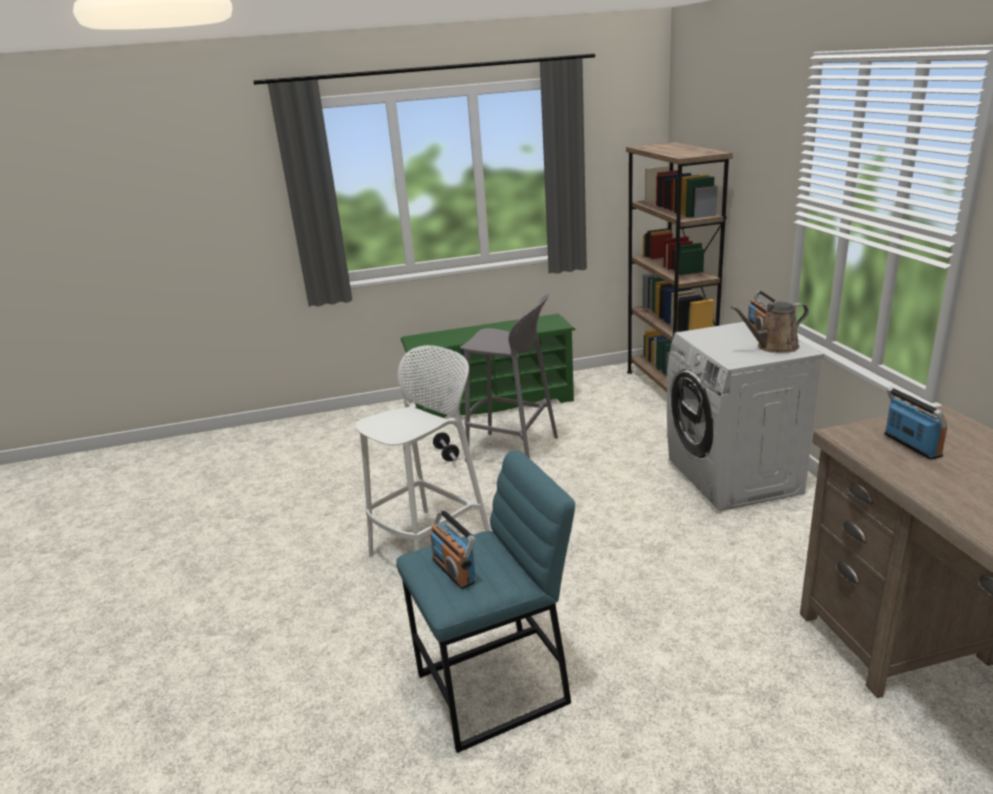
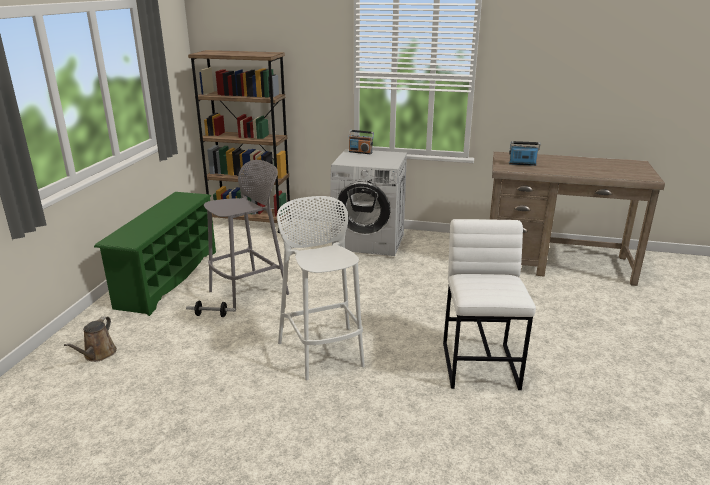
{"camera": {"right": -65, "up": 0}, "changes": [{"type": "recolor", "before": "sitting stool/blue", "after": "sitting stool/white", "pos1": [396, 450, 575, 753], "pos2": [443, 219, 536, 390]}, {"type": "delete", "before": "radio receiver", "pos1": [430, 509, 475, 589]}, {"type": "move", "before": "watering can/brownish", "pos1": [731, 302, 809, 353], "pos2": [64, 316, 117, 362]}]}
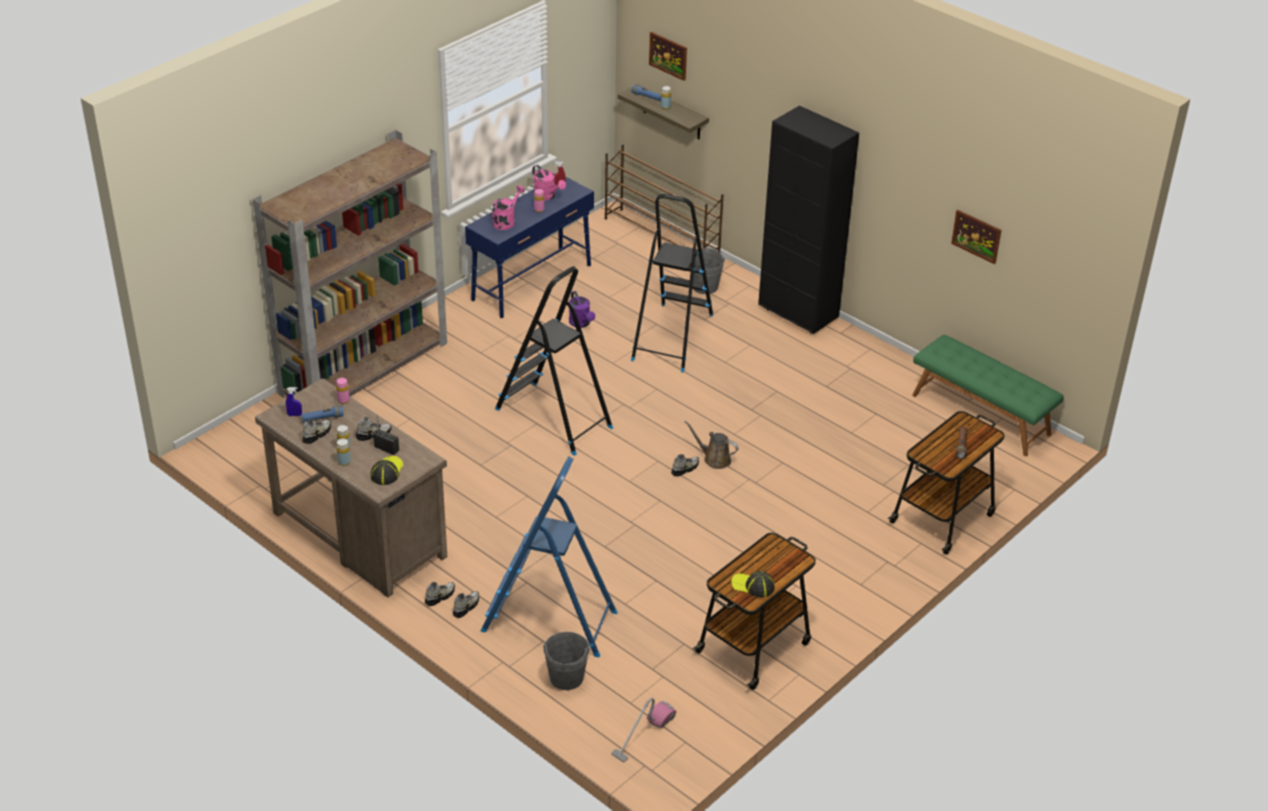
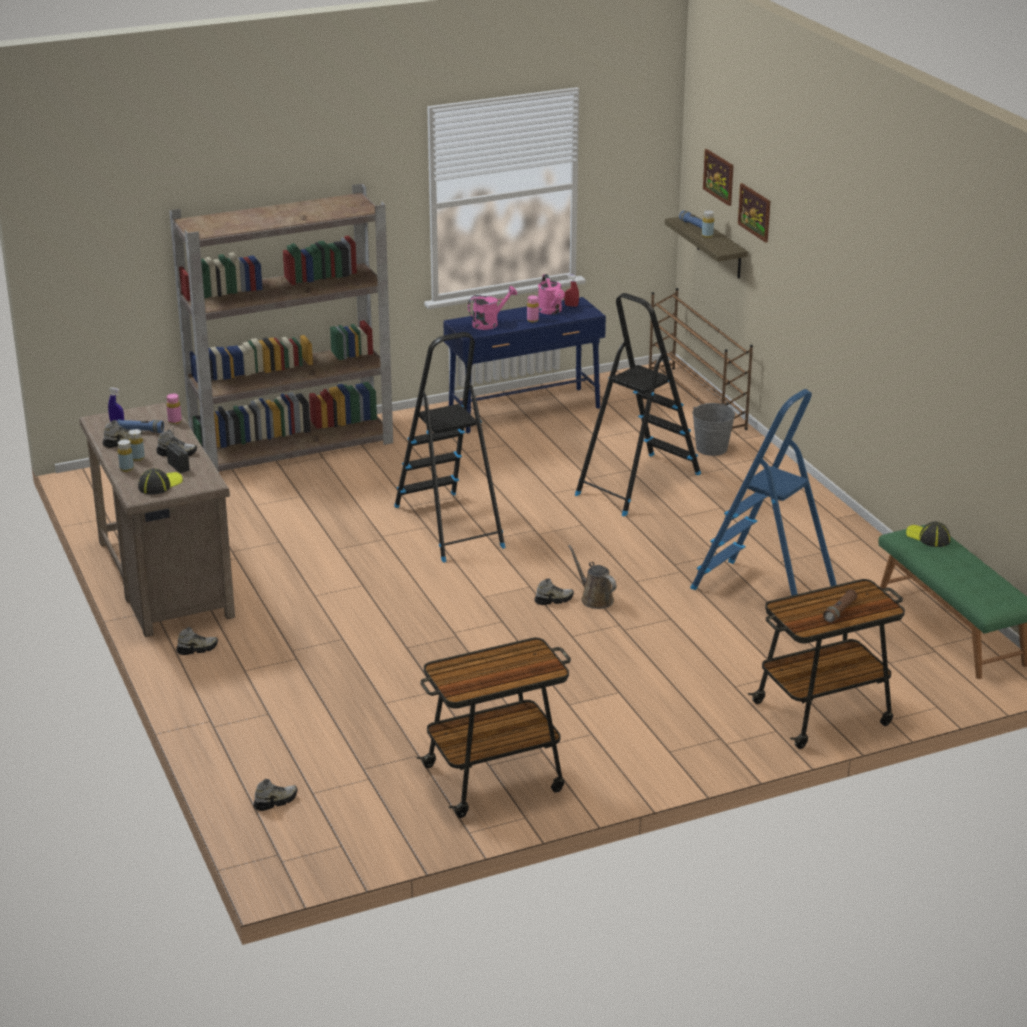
{"camera": {"right": 25, "up": -10}, "changes": [{"type": "move", "before": "item of footwear", "pos1": [453, 591, 479, 618], "pos2": [253, 779, 297, 811]}, {"type": "move", "before": "stepladder/blue", "pos1": [480, 456, 618, 657], "pos2": [690, 389, 837, 596]}, {"type": "delete", "before": "pail/gray", "pos1": [543, 632, 590, 690]}, {"type": "delete", "before": "watering can/purplish", "pos1": [569, 291, 595, 328]}, {"type": "delete", "before": "hoover", "pos1": [611, 698, 676, 762]}, {"type": "move", "before": "cap", "pos1": [732, 571, 775, 597], "pos2": [906, 522, 951, 547]}, {"type": "delete", "before": "cupboard/black-coloured", "pos1": [758, 105, 859, 334]}, {"type": "move", "before": "wall picture", "pos1": [951, 210, 1001, 264], "pos2": [738, 183, 770, 243]}]}
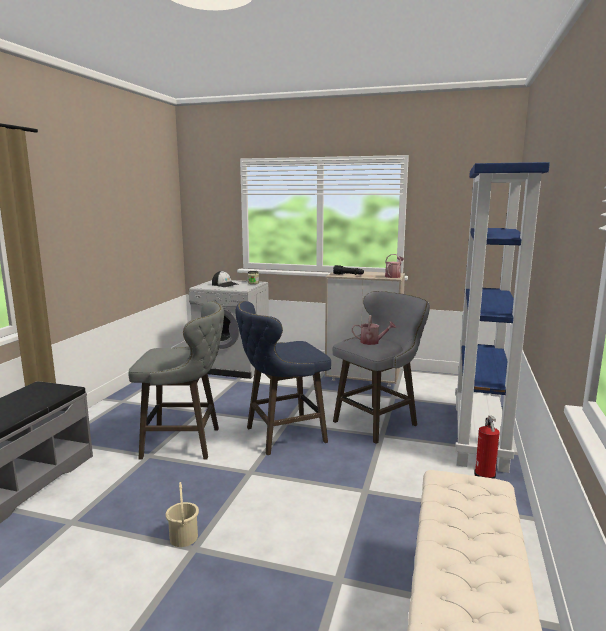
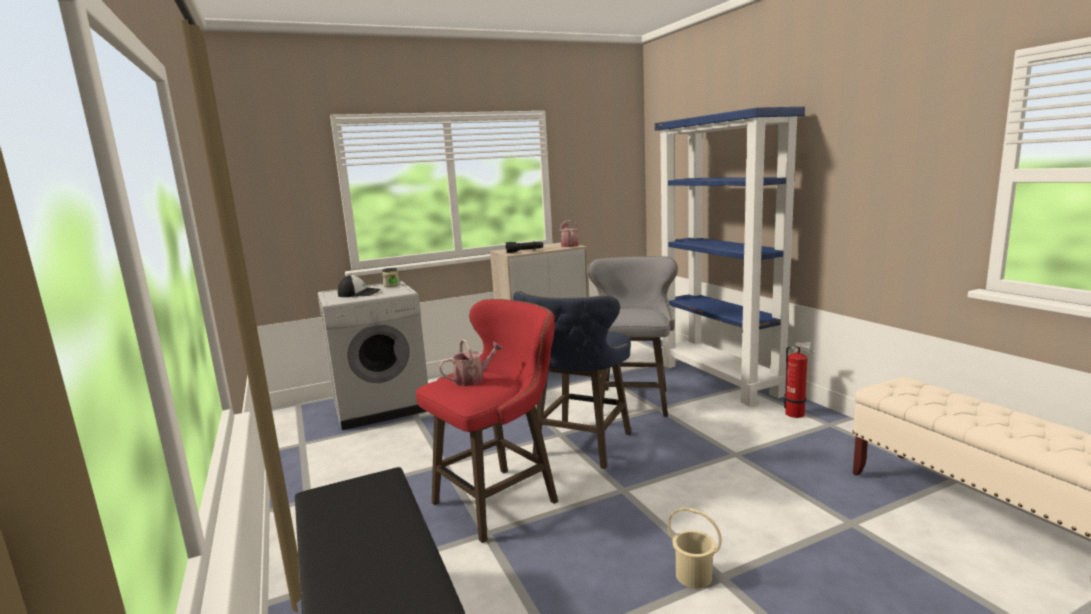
{"camera": {"right": -40, "up": 0}, "changes": [{"type": "recolor", "before": "sitting stool/gray", "after": "sitting stool/red", "pos1": [128, 301, 224, 459], "pos2": [416, 299, 558, 543]}, {"type": "move", "before": "watering can", "pos1": [352, 315, 396, 345], "pos2": [439, 339, 503, 386]}]}
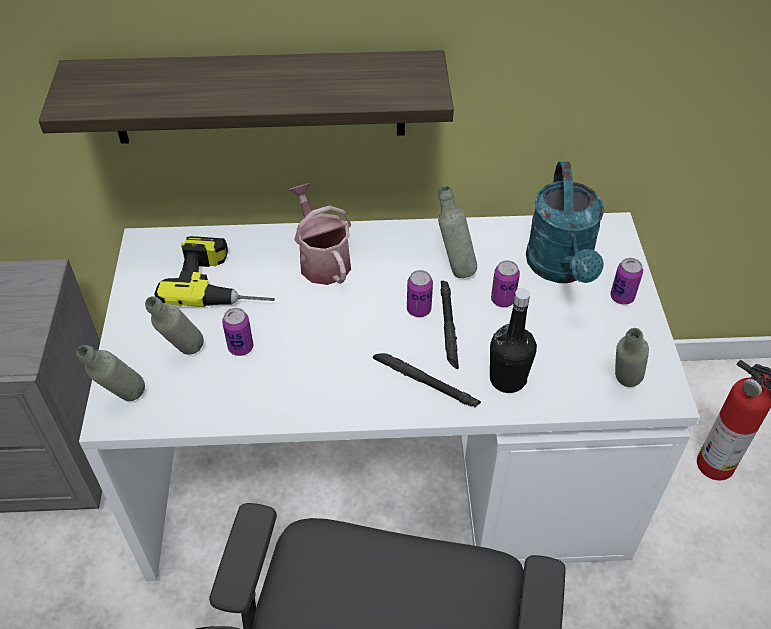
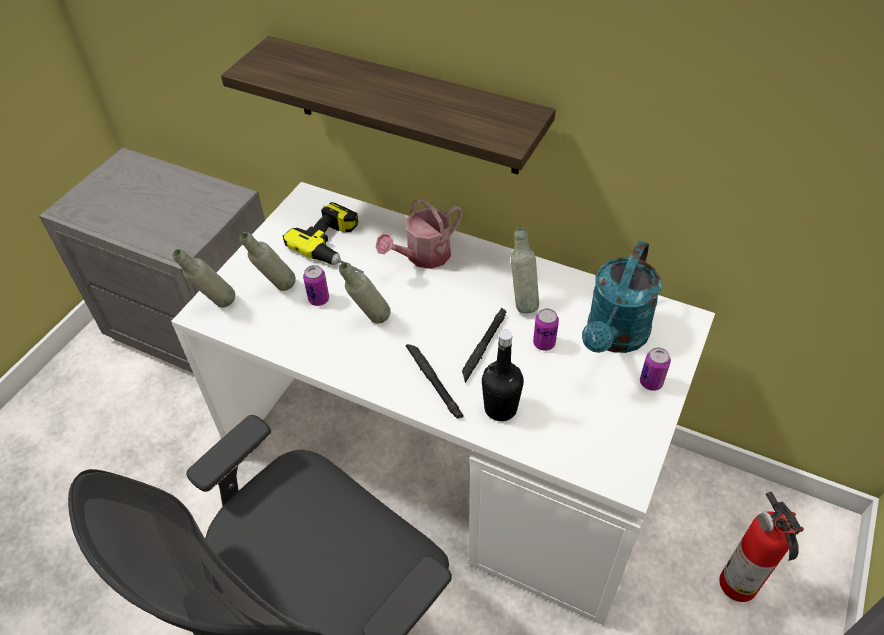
{"camera": {"right": 30, "up": 0}, "changes": [{"type": "rotate", "before": "watering can", "pos1": [289, 183, 351, 285], "pos2": [376, 199, 462, 269], "turn": -135}, {"type": "delete", "before": "metal can", "pos1": [407, 270, 433, 317]}, {"type": "move", "before": "bottle/gray", "pos1": [615, 328, 649, 387], "pos2": [339, 262, 391, 323]}]}
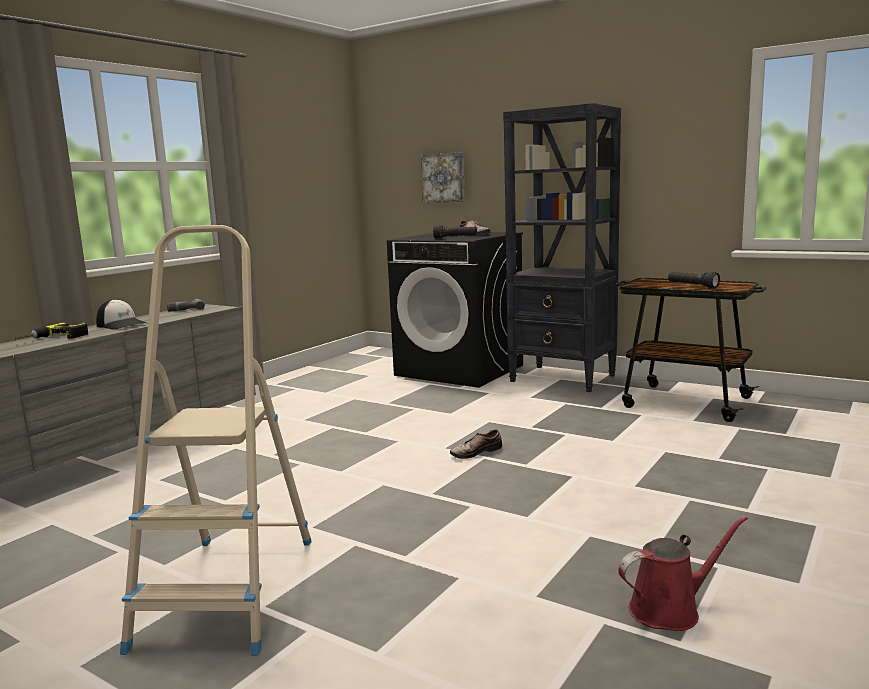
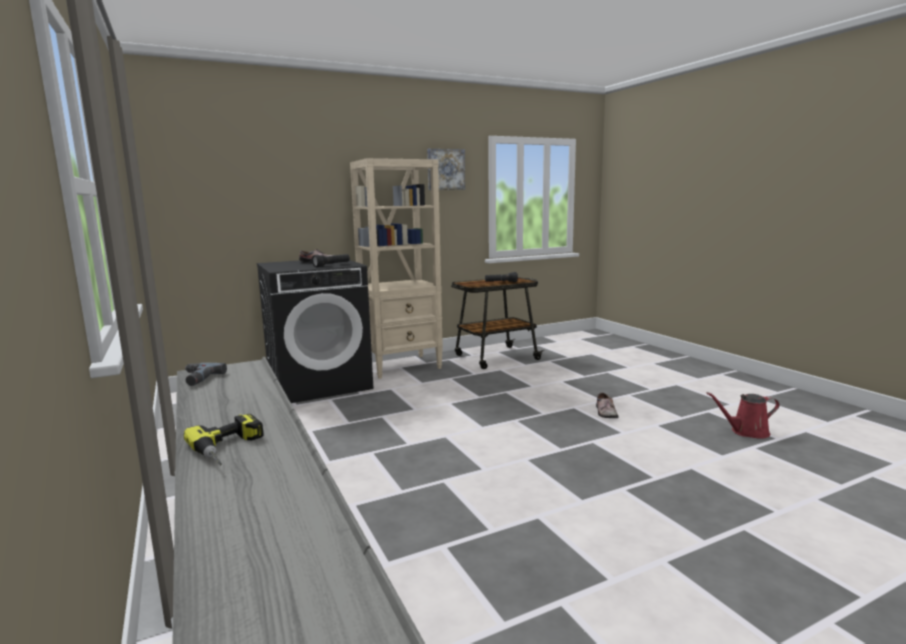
{"camera": {"right": -60, "up": 0}, "changes": [{"type": "delete", "before": "cap", "pos1": [96, 299, 147, 330]}, {"type": "delete", "before": "stepladder/beige", "pos1": [120, 225, 312, 656]}, {"type": "move", "before": "wall picture", "pos1": [421, 152, 465, 203], "pos2": [427, 149, 465, 190]}, {"type": "move", "before": "item of footwear", "pos1": [450, 429, 502, 459], "pos2": [596, 393, 619, 418]}, {"type": "recolor", "before": "bookcase/black-coloured", "after": "bookcase/beige", "pos1": [503, 103, 621, 392], "pos2": [350, 158, 443, 379]}, {"type": "rotate", "before": "watering can/red", "pos1": [618, 516, 748, 631], "pos2": [707, 392, 780, 439], "turn": -105}]}
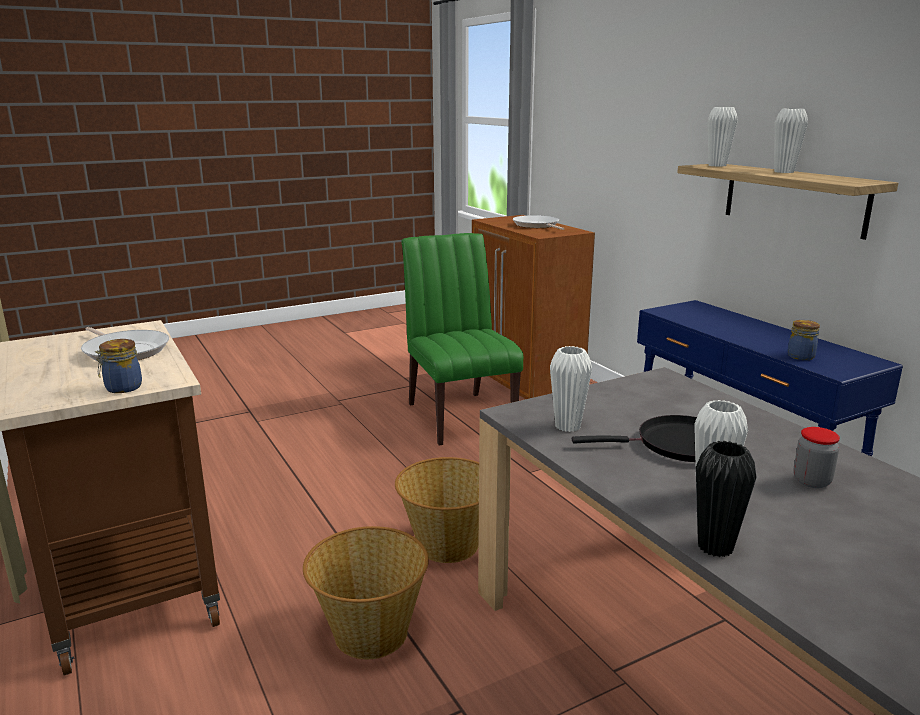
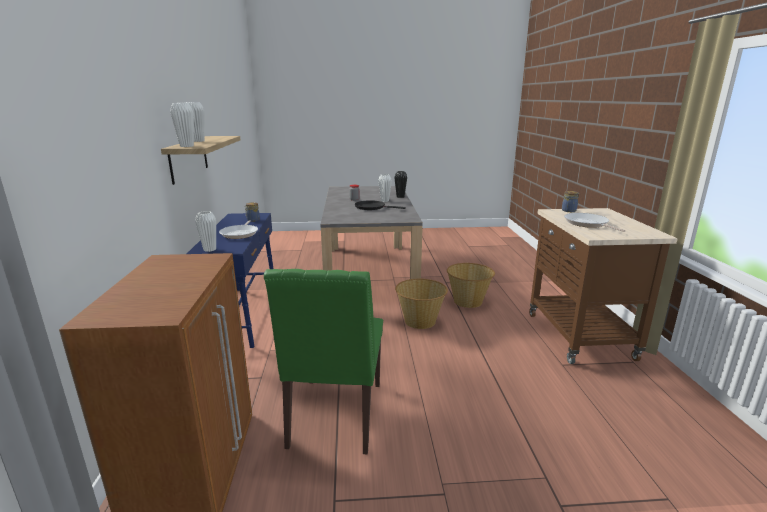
{"camera": {"right": -155, "up": 0}, "changes": [{"type": "move", "before": "skillet", "pos1": [513, 215, 565, 230], "pos2": [219, 220, 258, 239]}, {"type": "move", "before": "flower vase/white", "pos1": [550, 346, 592, 432], "pos2": [195, 211, 216, 252]}]}
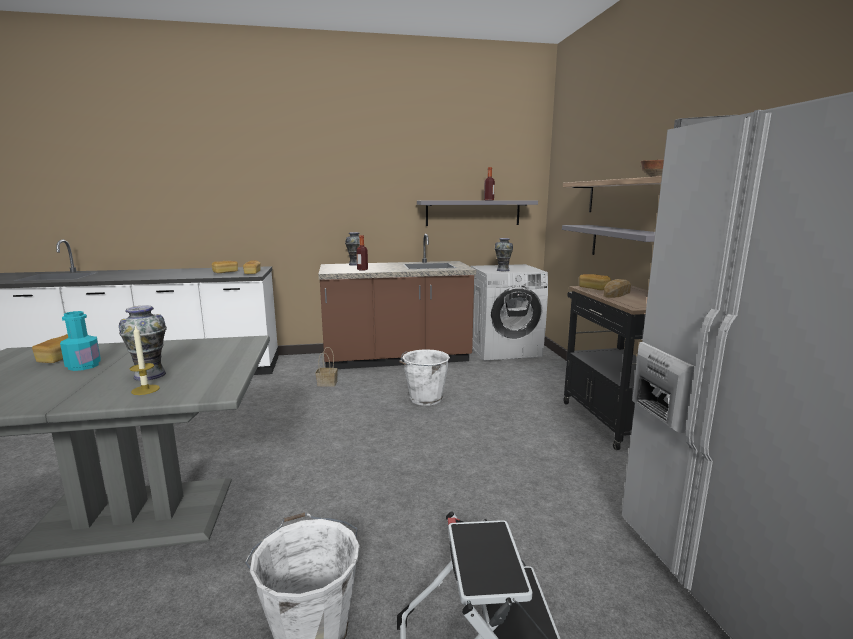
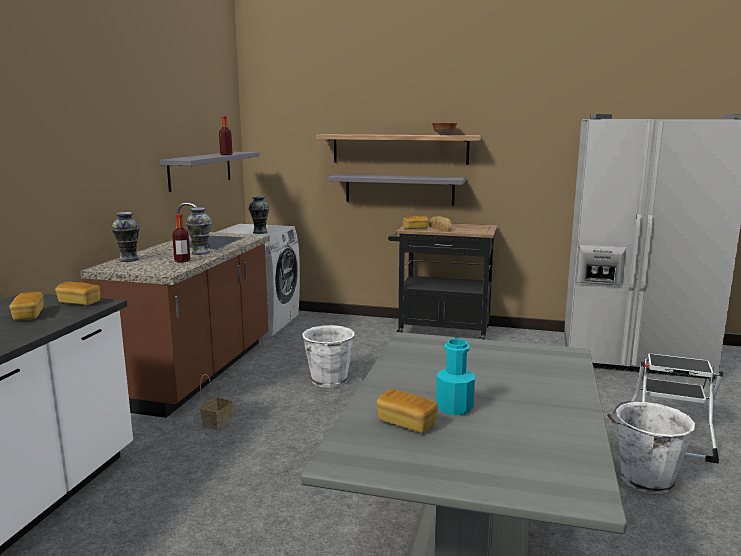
{"camera": {"right": -65, "up": 0}, "changes": [{"type": "move", "before": "flower vase", "pos1": [119, 305, 167, 381], "pos2": [186, 208, 212, 255]}, {"type": "delete", "before": "wax candle", "pos1": [129, 325, 160, 395]}]}
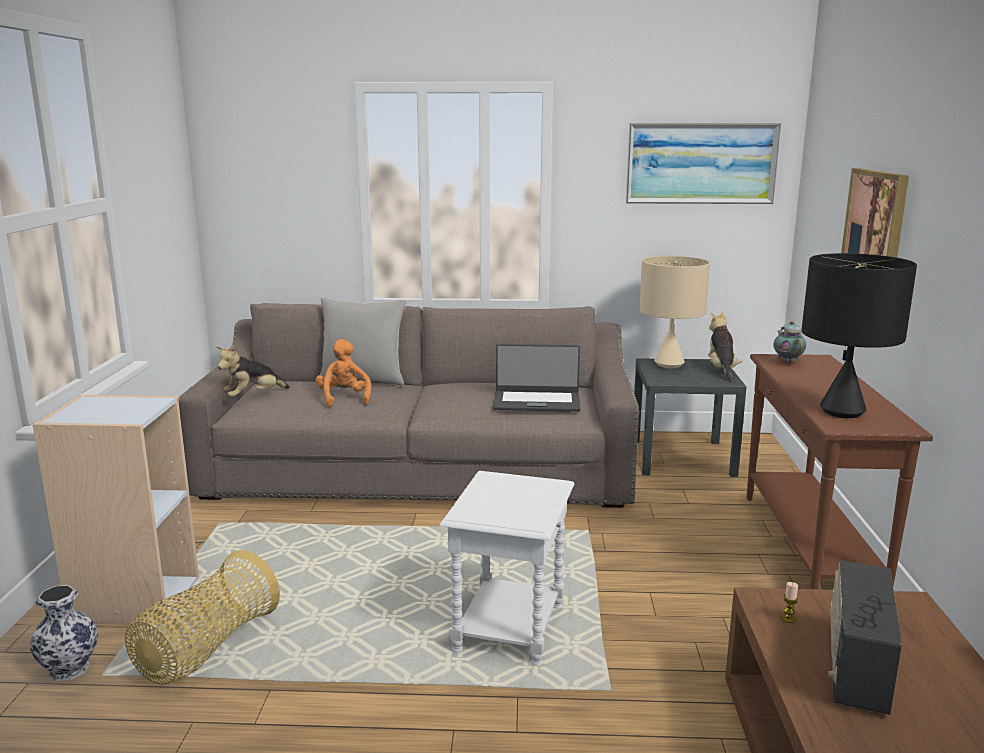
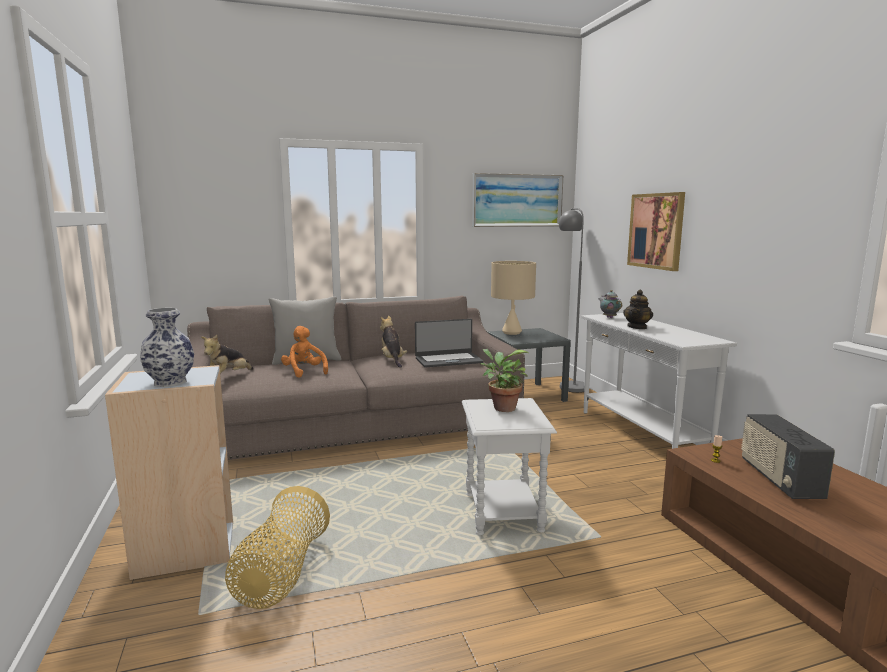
{"camera": {"right": -20, "up": -5}, "changes": [{"type": "move", "before": "flower vase", "pos1": [30, 585, 98, 681], "pos2": [140, 308, 194, 387]}, {"type": "move", "before": "cuddly toy", "pos1": [708, 312, 742, 382], "pos2": [380, 316, 407, 368]}, {"type": "recolor", "before": "console table/brownish", "after": "console table/white", "pos1": [746, 354, 933, 589], "pos2": [581, 313, 737, 449]}, {"type": "delete", "before": "lamp for a table/black-coloured", "pos1": [801, 253, 917, 418]}, {"type": "insert", "after": "plant in a pot", "pos2": [480, 349, 528, 412]}, {"type": "insert", "after": "standing lamp/gray", "pos2": [559, 208, 585, 393]}, {"type": "insert", "after": "tea pot", "pos2": [623, 290, 653, 329]}]}
